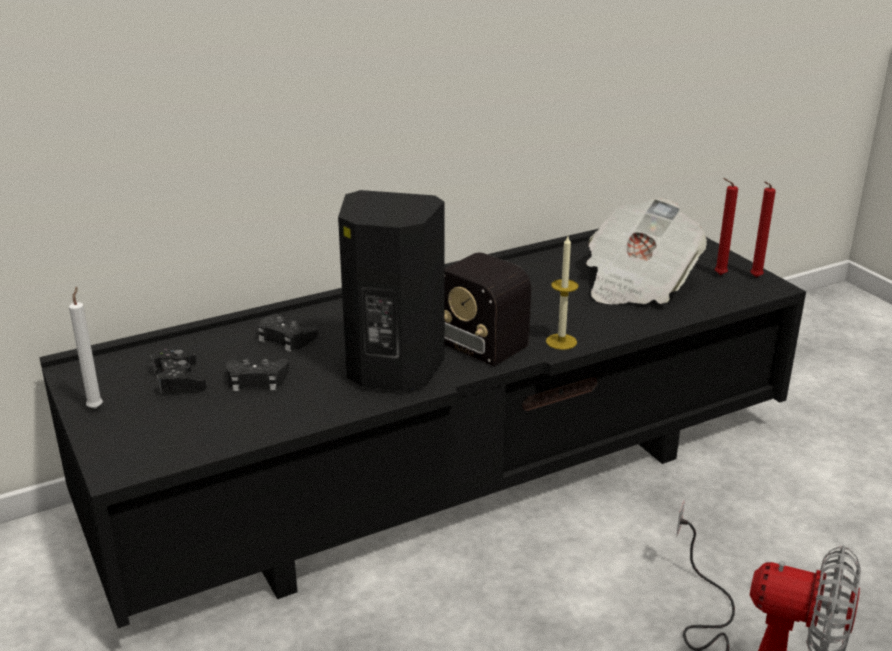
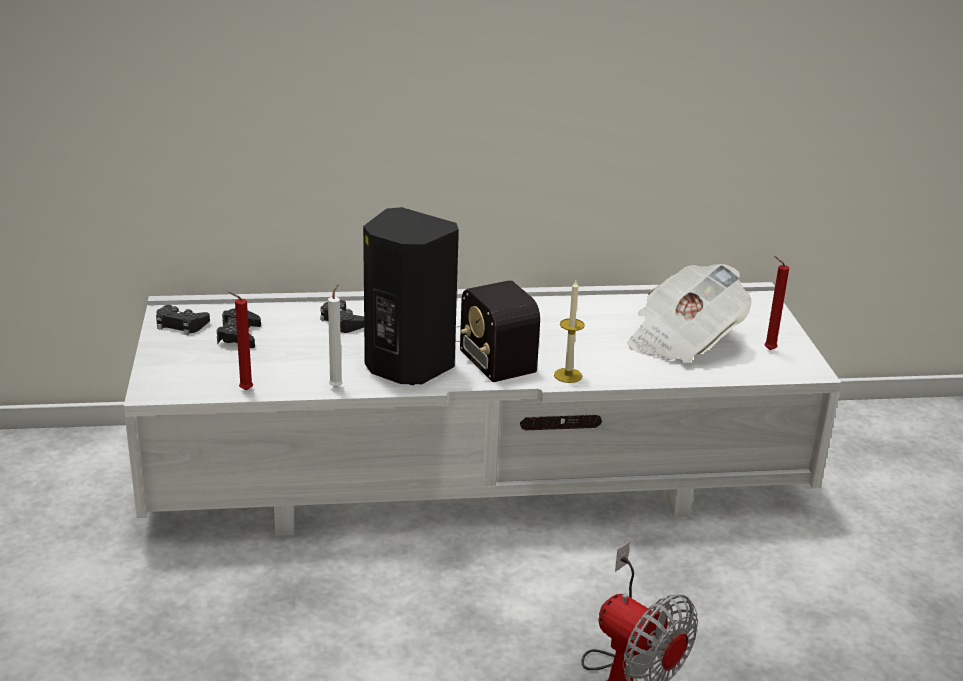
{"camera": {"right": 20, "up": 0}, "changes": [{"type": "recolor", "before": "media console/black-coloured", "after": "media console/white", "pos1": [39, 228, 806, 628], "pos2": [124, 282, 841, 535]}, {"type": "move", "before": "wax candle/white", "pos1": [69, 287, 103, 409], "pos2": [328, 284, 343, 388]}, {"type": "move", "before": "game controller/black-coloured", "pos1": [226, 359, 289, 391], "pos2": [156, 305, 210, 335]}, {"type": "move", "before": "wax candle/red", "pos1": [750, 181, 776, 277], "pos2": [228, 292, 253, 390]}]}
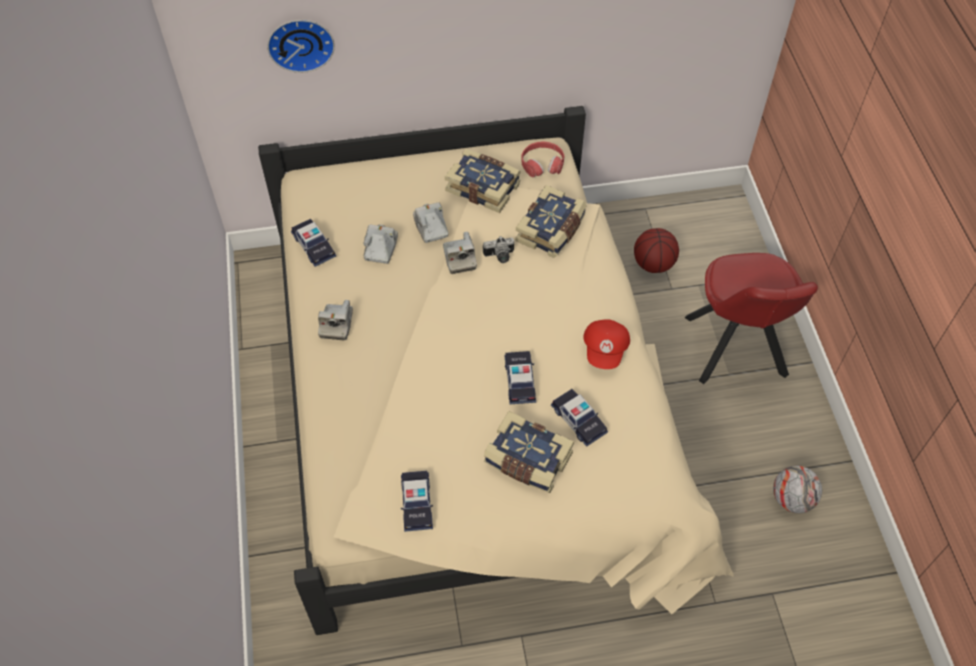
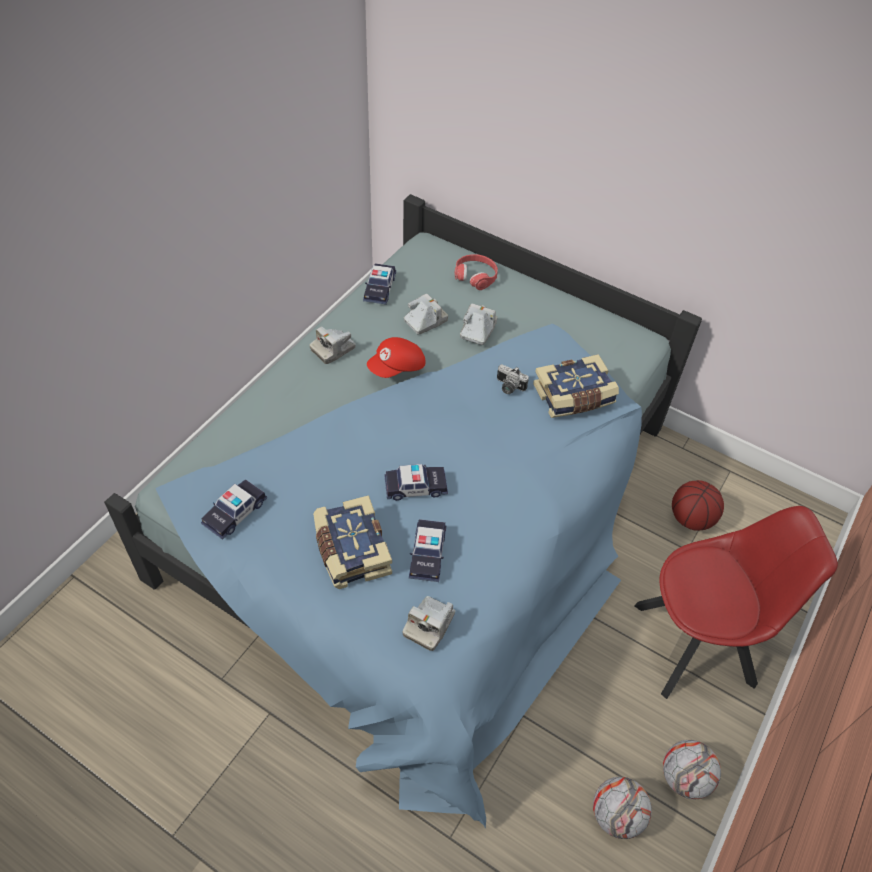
{"camera": {"right": 40, "up": -5}, "changes": [{"type": "recolor", "before": "bedroom bed/beige", "after": "bedroom bed/blue", "pos1": [258, 106, 734, 635], "pos2": [104, 194, 702, 829]}, {"type": "delete", "before": "clock on the wall", "pos1": [267, 20, 335, 73]}, {"type": "move", "before": "photo camera", "pos1": [443, 232, 477, 274], "pos2": [402, 596, 455, 651]}, {"type": "delete", "before": "book", "pos1": [445, 149, 521, 213]}, {"type": "rotate", "before": "toy car", "pos1": [505, 351, 536, 404], "pos2": [385, 464, 448, 501], "turn": 45}, {"type": "move", "before": "headset/red", "pos1": [521, 142, 564, 177], "pos2": [455, 254, 498, 290]}, {"type": "move", "before": "cap/red", "pos1": [583, 319, 630, 369], "pos2": [367, 337, 425, 378]}, {"type": "rotate", "before": "upright chair/red", "pos1": [684, 253, 818, 384], "pos2": [634, 506, 838, 699], "turn": -135}, {"type": "insert", "after": "football", "pos2": [663, 740, 721, 799]}]}
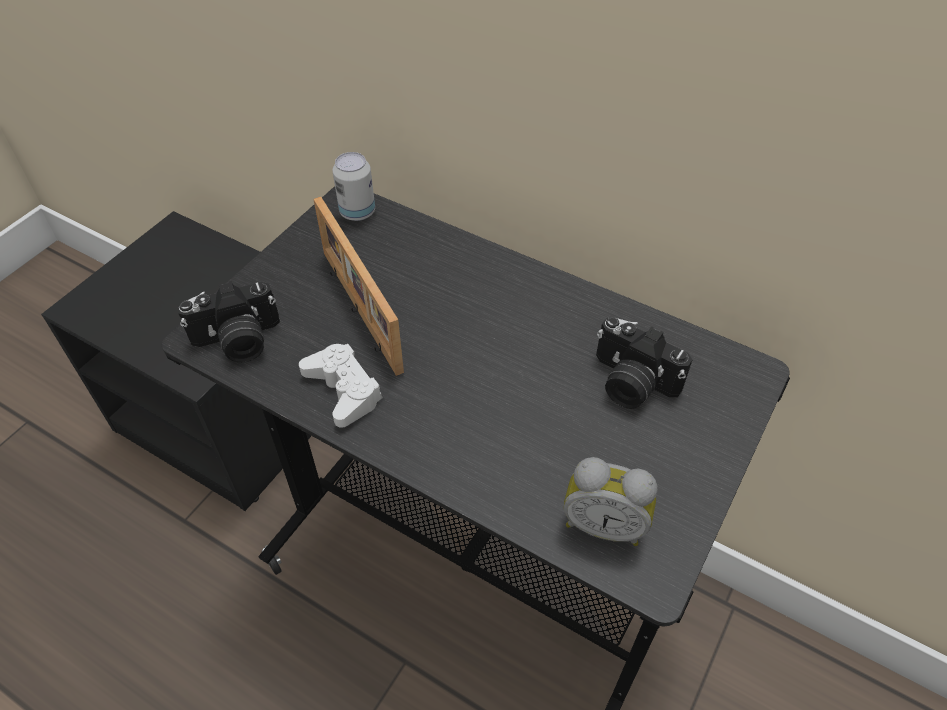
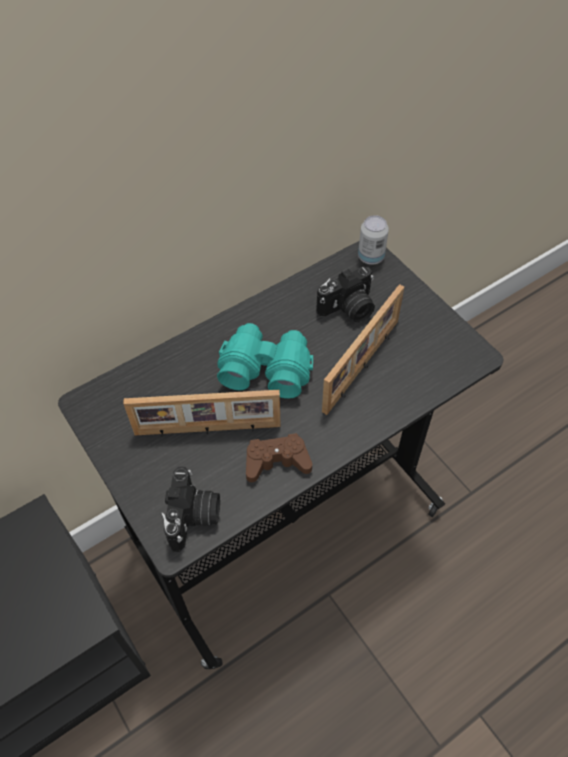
{"camera": {"right": -65, "up": 5}, "changes": [{"type": "recolor", "before": "game controller/white", "after": "game controller/brownish", "pos1": [299, 344, 383, 428], "pos2": [246, 433, 312, 482]}, {"type": "move", "before": "metal can", "pos1": [333, 152, 375, 221], "pos2": [358, 215, 389, 265]}, {"type": "delete", "before": "bedside clock", "pos1": [564, 457, 657, 546]}, {"type": "insert", "after": "binoculars/turquoise", "pos2": [217, 323, 313, 399]}, {"type": "insert", "after": "photo frame", "pos2": [322, 284, 404, 415]}]}
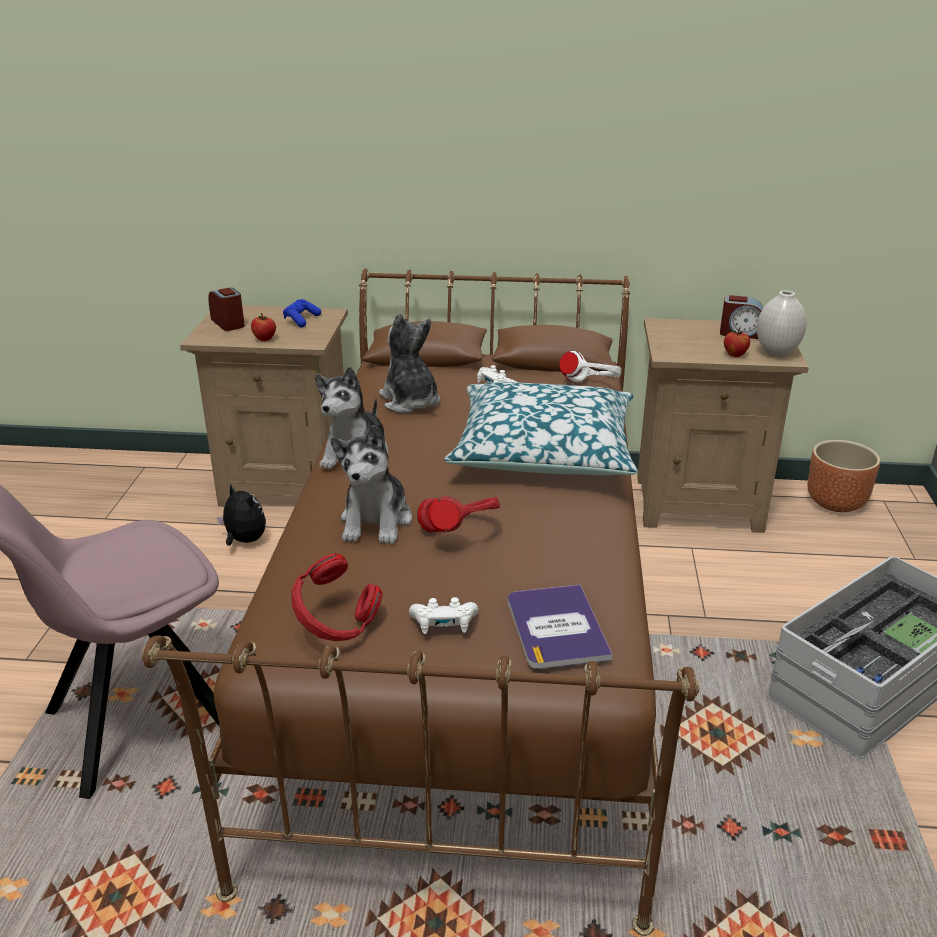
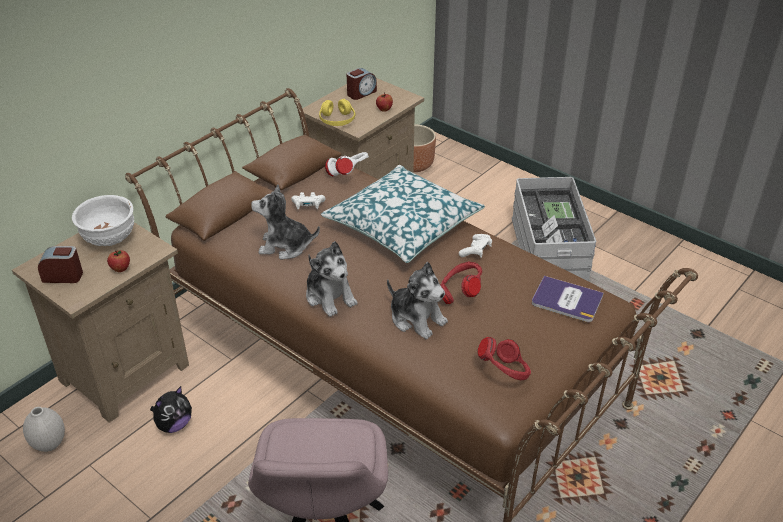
{"camera": {"right": -55, "up": 10}, "changes": [{"type": "rotate", "before": "cuddly toy", "pos1": [217, 484, 266, 546], "pos2": [150, 386, 192, 433], "turn": 150}, {"type": "replace", "before": "game controller/blue", "after": "bowl/white", "pos1": [283, 299, 321, 327], "pos2": [72, 195, 134, 246]}, {"type": "move", "before": "game controller/white", "pos1": [409, 597, 478, 634], "pos2": [459, 234, 492, 258]}, {"type": "move", "before": "flower vase/white", "pos1": [757, 290, 807, 357], "pos2": [23, 407, 65, 452]}, {"type": "insert", "after": "headset/yellowish", "pos2": [319, 99, 356, 126]}]}
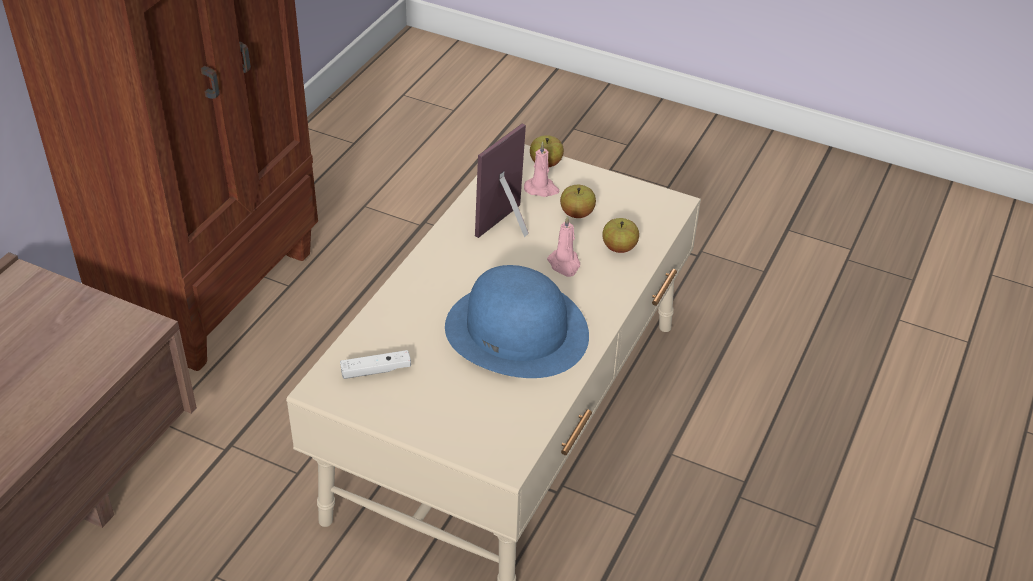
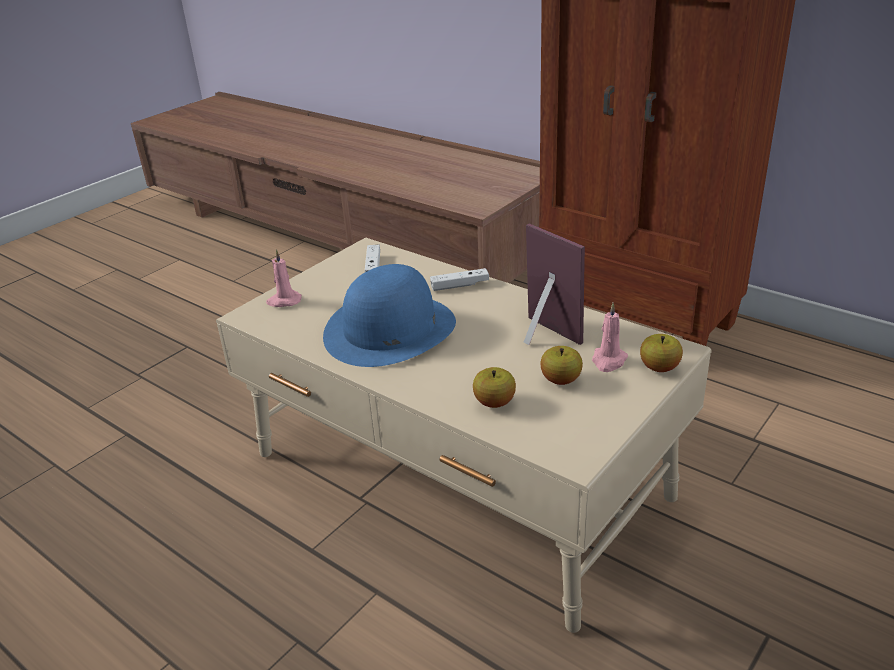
{"camera": {"right": 105, "up": -10}, "changes": [{"type": "move", "before": "wax candle/pink", "pos1": [547, 215, 580, 277], "pos2": [266, 249, 302, 307]}, {"type": "insert", "after": "game controller/white", "pos2": [430, 268, 489, 291]}]}
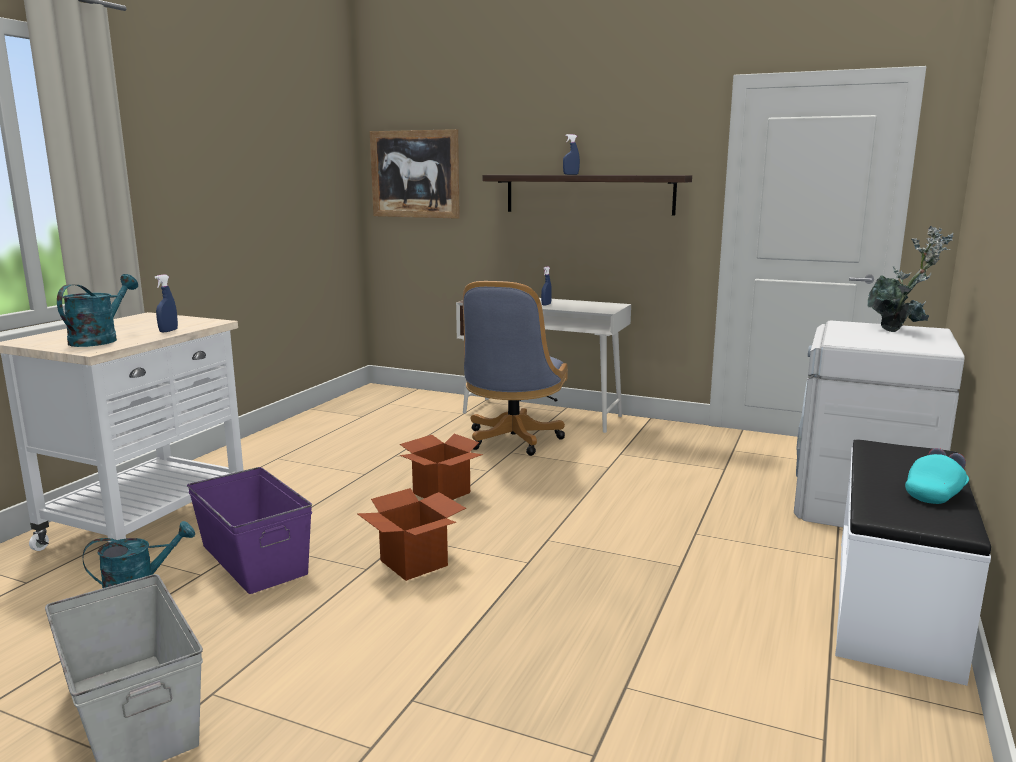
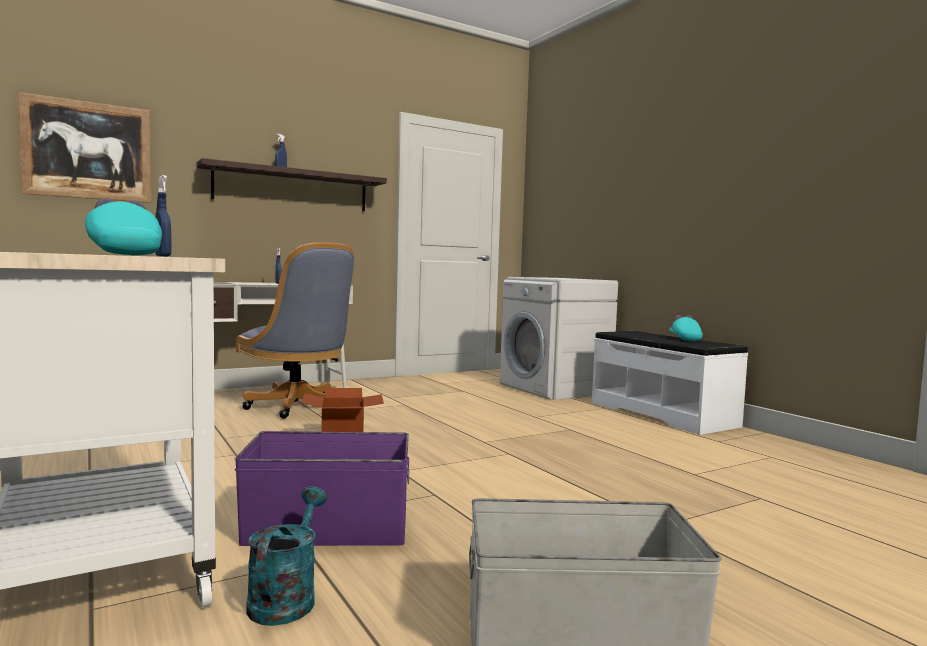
{"camera": {"right": -55, "up": -10}, "changes": [{"type": "replace", "before": "watering can/turquoise", "after": "cap/turquoise", "pos1": [57, 274, 138, 347], "pos2": [85, 198, 162, 255]}, {"type": "delete", "before": "carton", "pos1": [357, 488, 466, 581]}, {"type": "delete", "before": "plant in a pot", "pos1": [867, 226, 954, 332]}]}
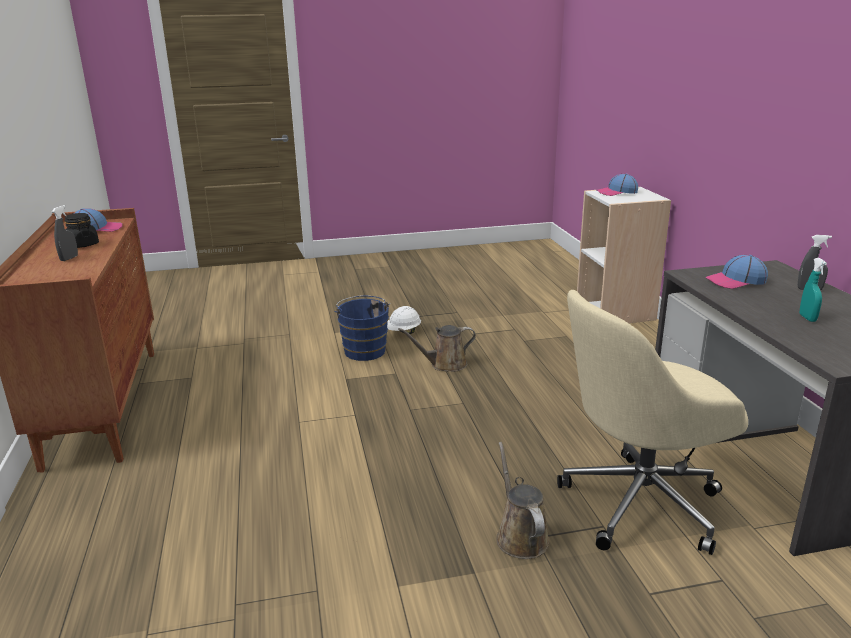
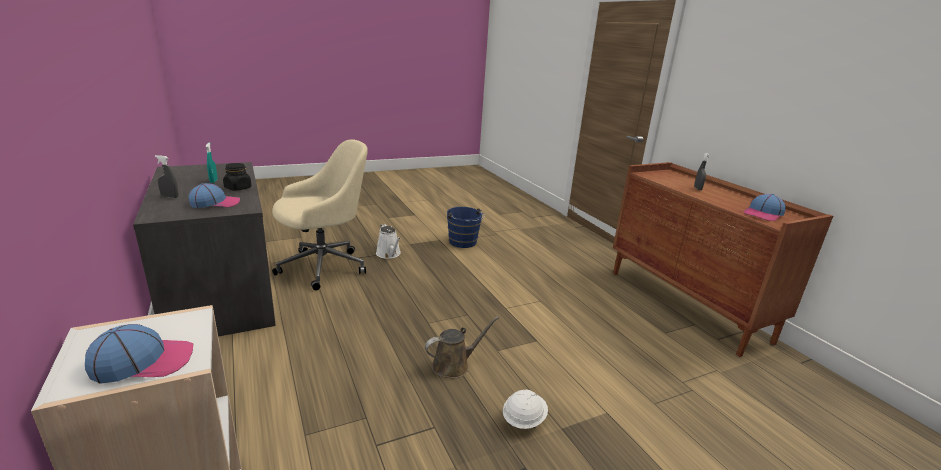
{"camera": {"right": 165, "up": 0}, "changes": [{"type": "move", "before": "storage jar/black-coloured", "pos1": [65, 213, 99, 248], "pos2": [223, 163, 252, 191]}, {"type": "move", "before": "pail/blue", "pos1": [334, 295, 391, 361], "pos2": [447, 207, 485, 248]}, {"type": "recolor", "before": "watering can/brownish", "after": "watering can/white", "pos1": [496, 442, 550, 559], "pos2": [376, 224, 401, 259]}]}
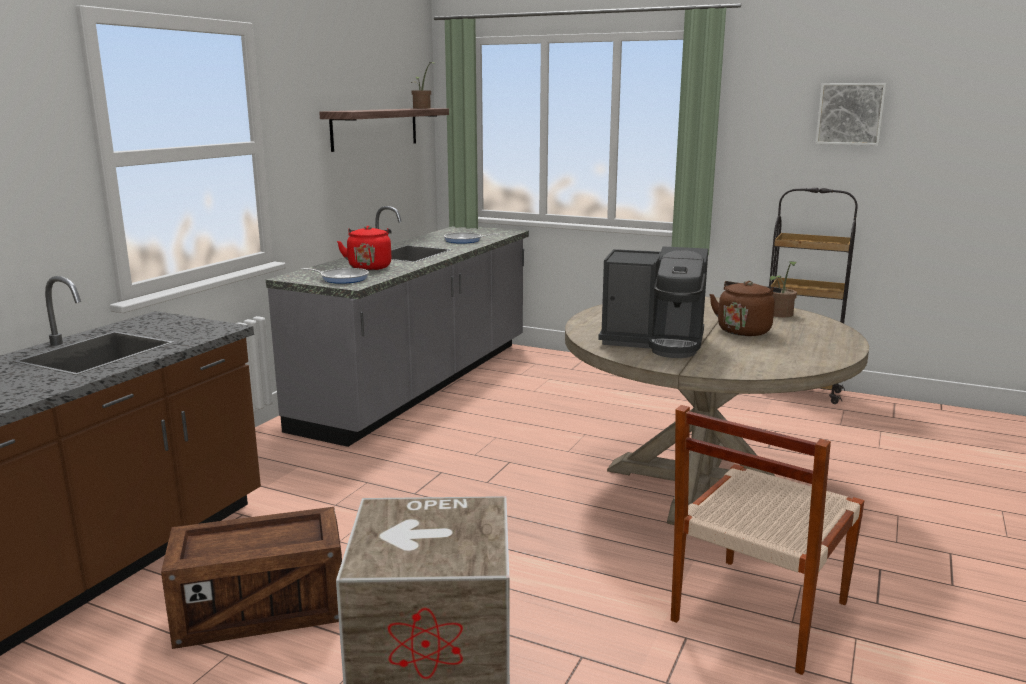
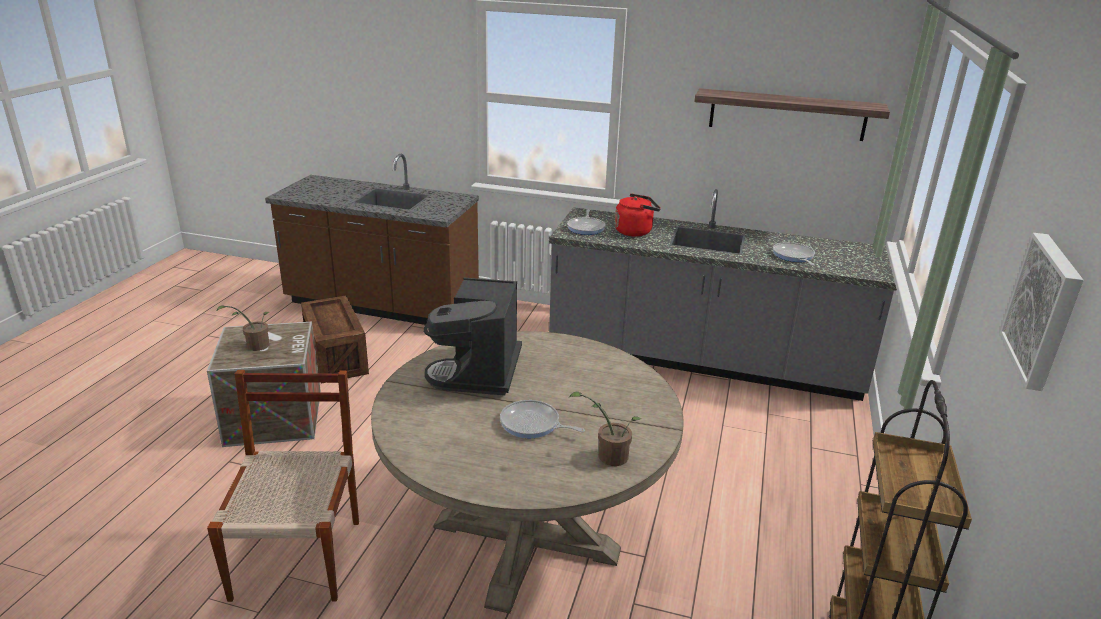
{"camera": {"right": 80, "up": 10}, "changes": [{"type": "move", "before": "plant in a pot", "pos1": [411, 62, 435, 109], "pos2": [217, 305, 270, 351]}, {"type": "rotate", "before": "upright chair", "pos1": [671, 405, 864, 675], "pos2": [207, 370, 359, 602], "turn": 60}, {"type": "replace", "before": "tea kettle/brownish", "after": "skillet", "pos1": [710, 281, 781, 336], "pos2": [500, 400, 585, 438]}]}
